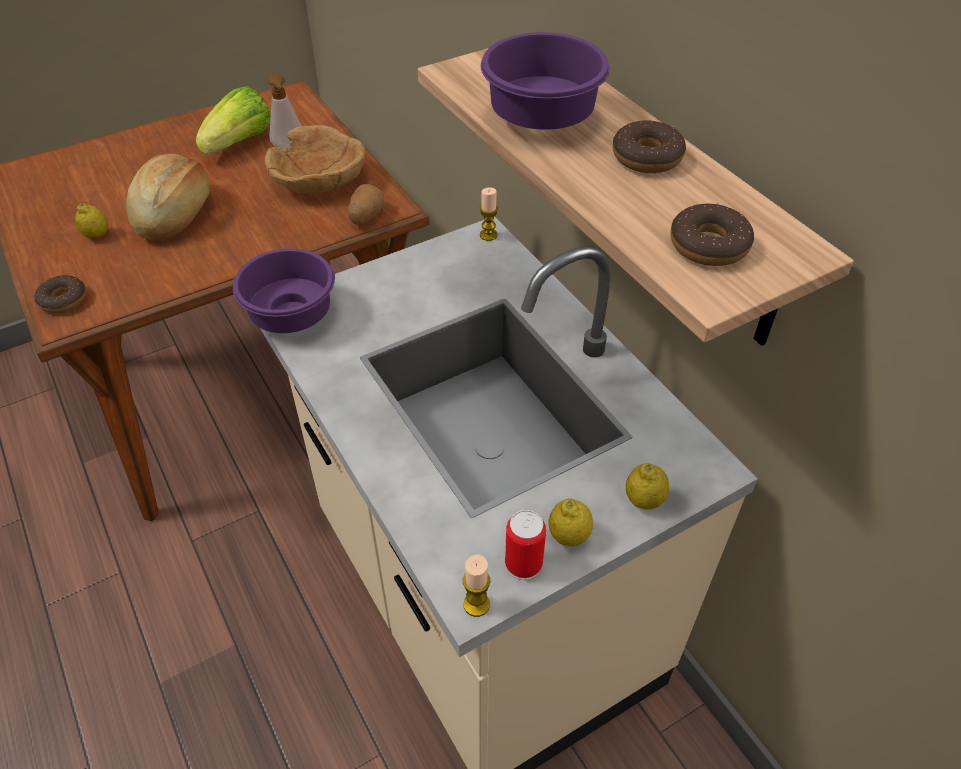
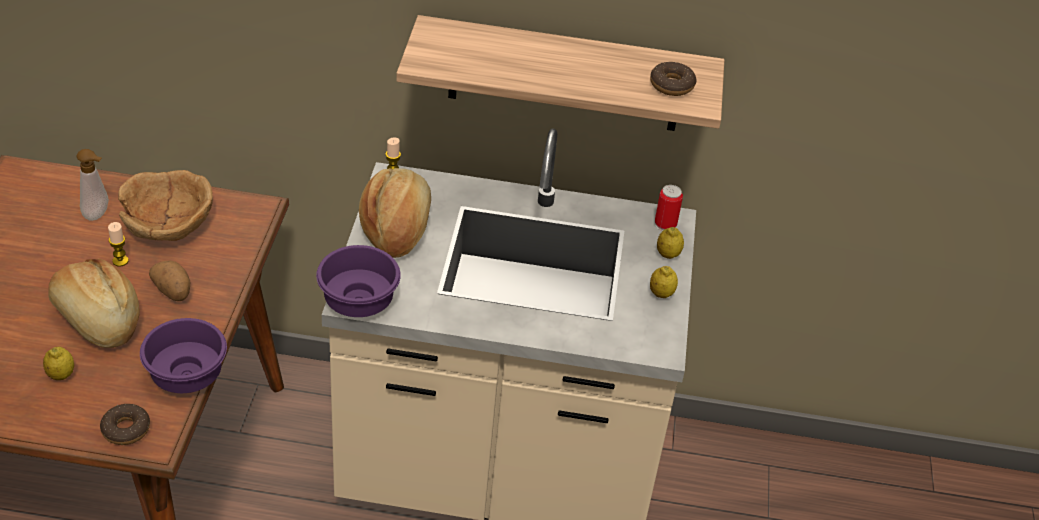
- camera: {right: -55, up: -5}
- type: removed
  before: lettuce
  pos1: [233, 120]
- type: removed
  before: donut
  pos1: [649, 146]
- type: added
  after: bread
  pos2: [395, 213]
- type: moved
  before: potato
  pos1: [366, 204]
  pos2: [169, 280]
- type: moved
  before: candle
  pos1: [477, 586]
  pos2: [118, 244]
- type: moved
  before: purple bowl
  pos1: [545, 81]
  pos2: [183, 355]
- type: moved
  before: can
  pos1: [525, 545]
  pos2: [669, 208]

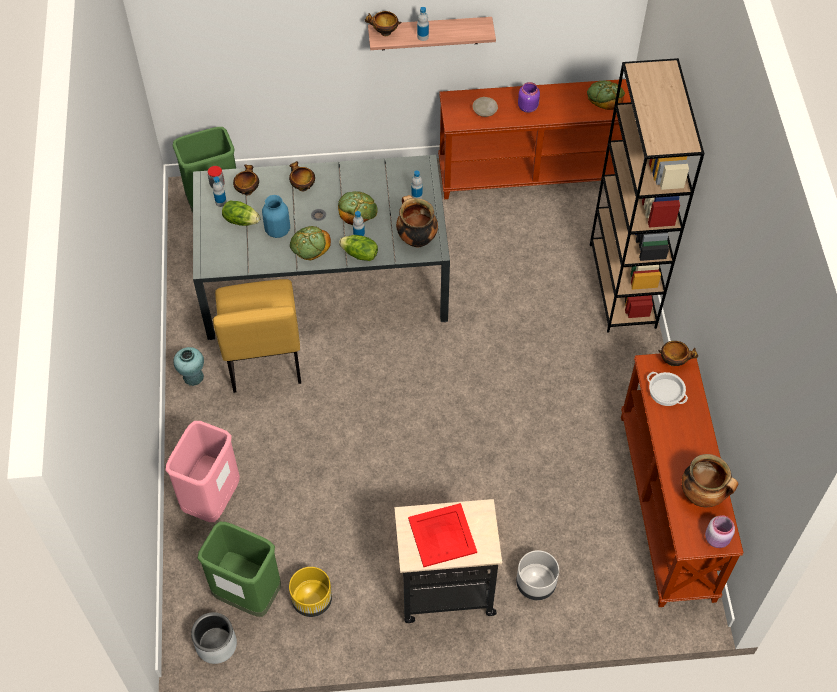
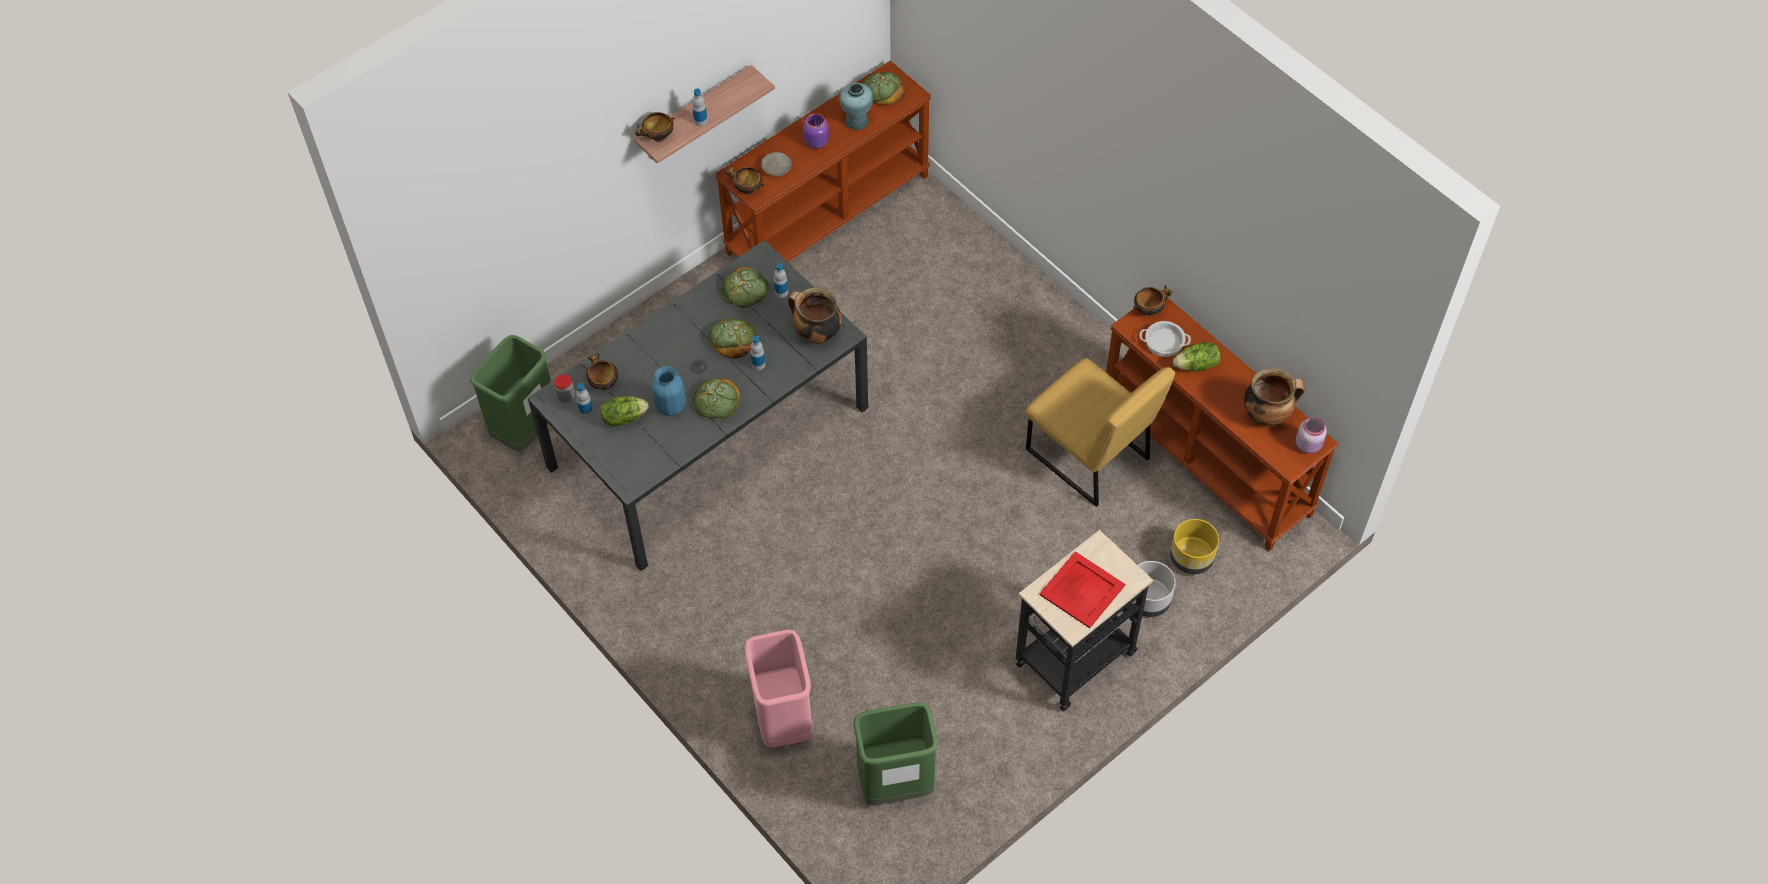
- camera: {right: -35, up: 0}
- type: removed
  before: grey planter
  pos1: [214, 638]
- type: removed
  before: beige bookcase
  pos1: [647, 195]
- type: added
  after: bread
  pos2: [745, 287]
- type: moved
  before: turquoise vase
  pos1: [188, 366]
  pos2: [856, 106]
- type: moved
  before: yellow chair
  pos1: [257, 336]
  pos2: [1100, 432]
- type: moved
  before: bowl
  pos1: [302, 176]
  pos2: [745, 180]
- type: moved
  before: yellow planter
  pos1: [310, 592]
  pos2: [1194, 546]
- type: moved
  before: lettuce
  pos1: [358, 248]
  pos2: [1197, 356]

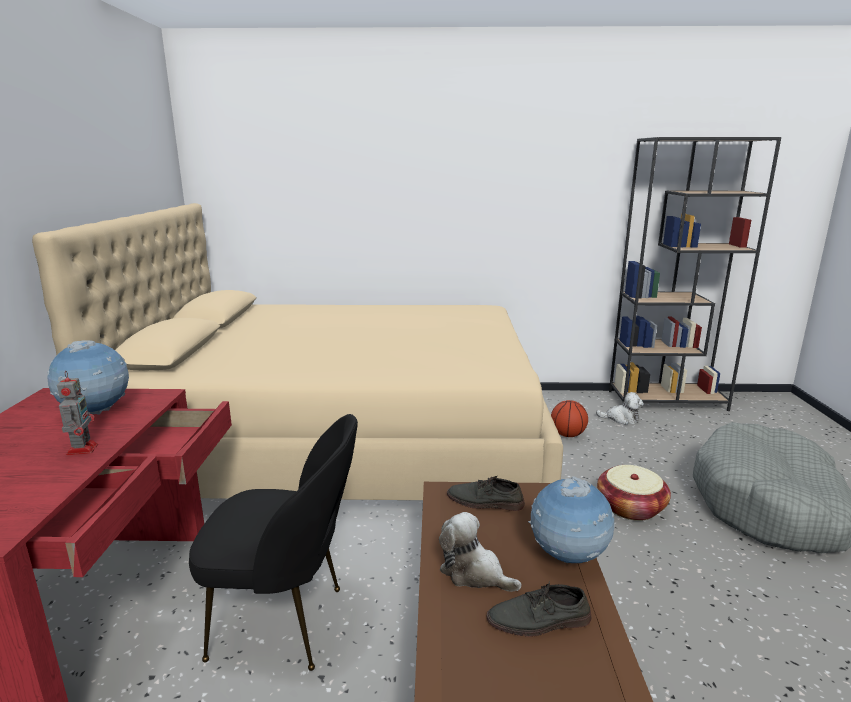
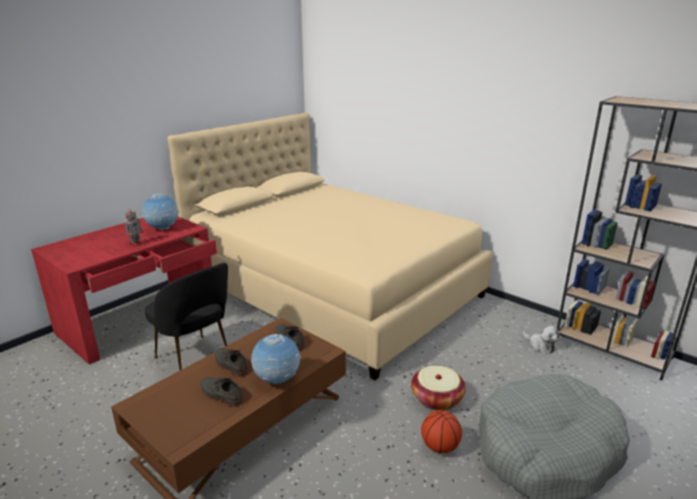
- camera: {right: 40, up: 5}
- type: moved
  before: basketball
  pos1: [569, 418]
  pos2: [441, 431]
- type: replaced
  before: plush toy
  after: grey shoe
  pos1: [480, 552]
  pos2: [231, 362]

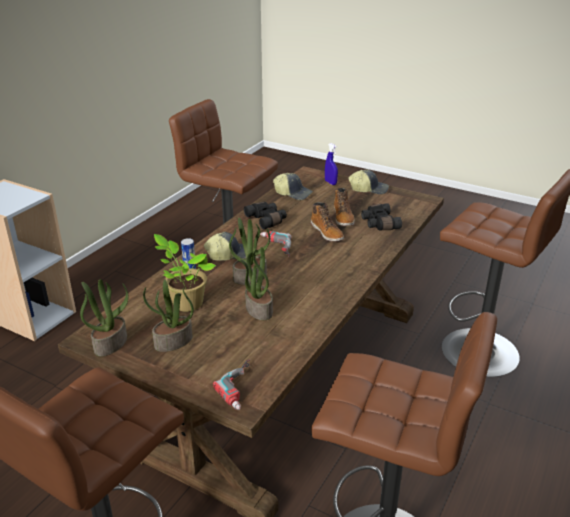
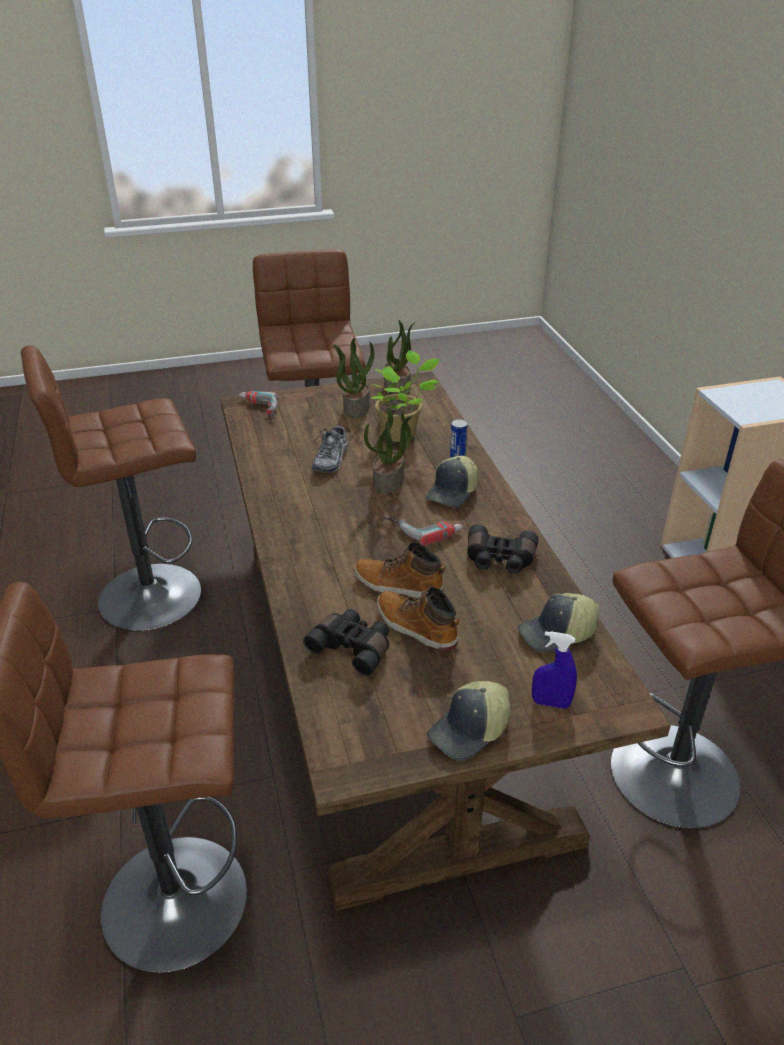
- camera: {right: 135, up: 5}
- type: replaced
  before: potted plant
  after: shoe
  pos1: [256, 283]
  pos2: [330, 449]

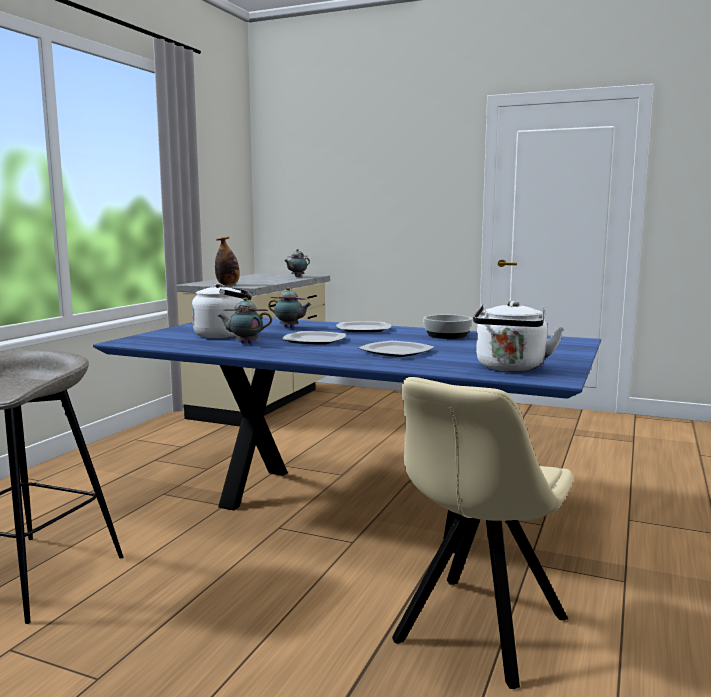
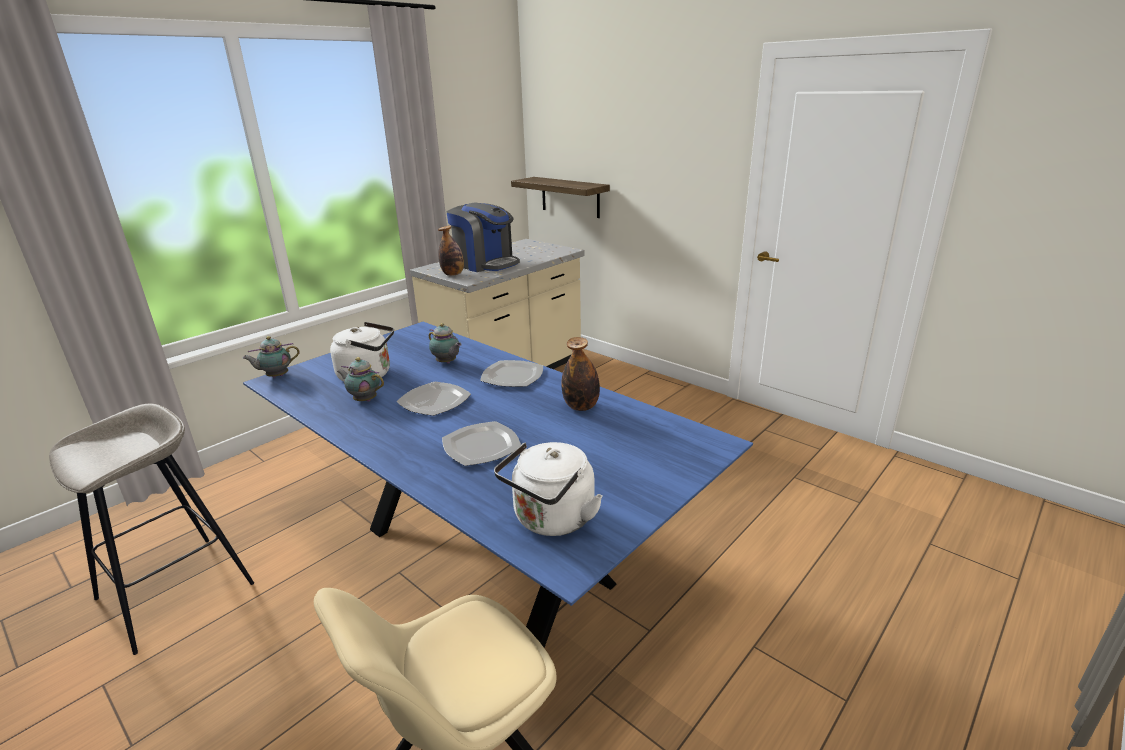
- camera: {right: 20, up: 15}
- type: added
  after: coffee machine
  pos2: [483, 237]
- type: added
  after: shelf
  pos2: [560, 197]
- type: moved
  before: teapot
  pos1: [297, 263]
  pos2: [270, 356]
- type: replaced
  before: bowl
  after: bottle
  pos1: [448, 327]
  pos2: [580, 374]

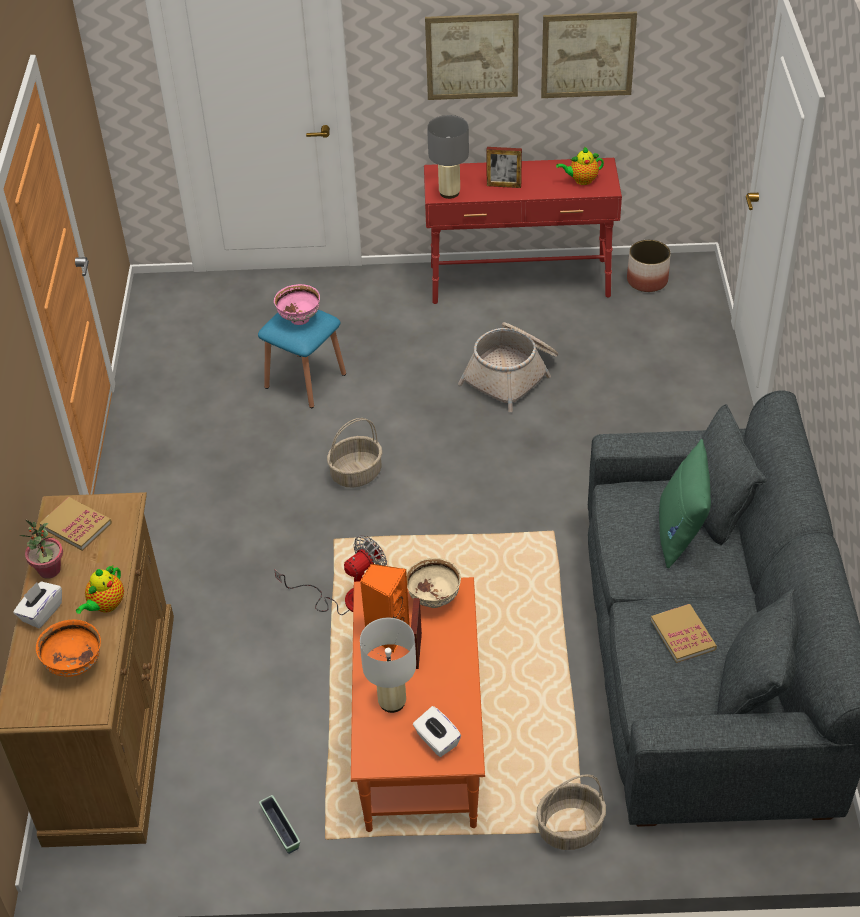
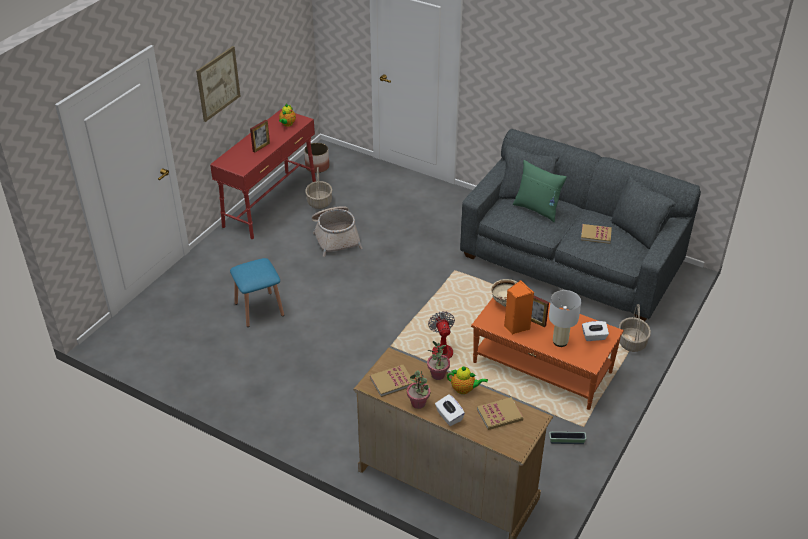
- camera: {right: -60, up: -5}
- type: removed
  before: pink bowl
  pos1: [297, 304]
- type: removed
  before: grey table lamp
  pos1: [448, 157]
- type: removed
  before: picture
  pos1: [589, 54]
- type: added
  after: potted plant
  pos2: [438, 360]
- type: moved
  before: basket
  pos1: [354, 453]
  pos2: [318, 188]
- type: replaced
  before: orange bowl
  after: book
  pos1: [68, 648]
  pos2: [500, 413]
- type: turned
  before: teapot
  pos1: [100, 589]
  pos2: [467, 380]
  turn: -45

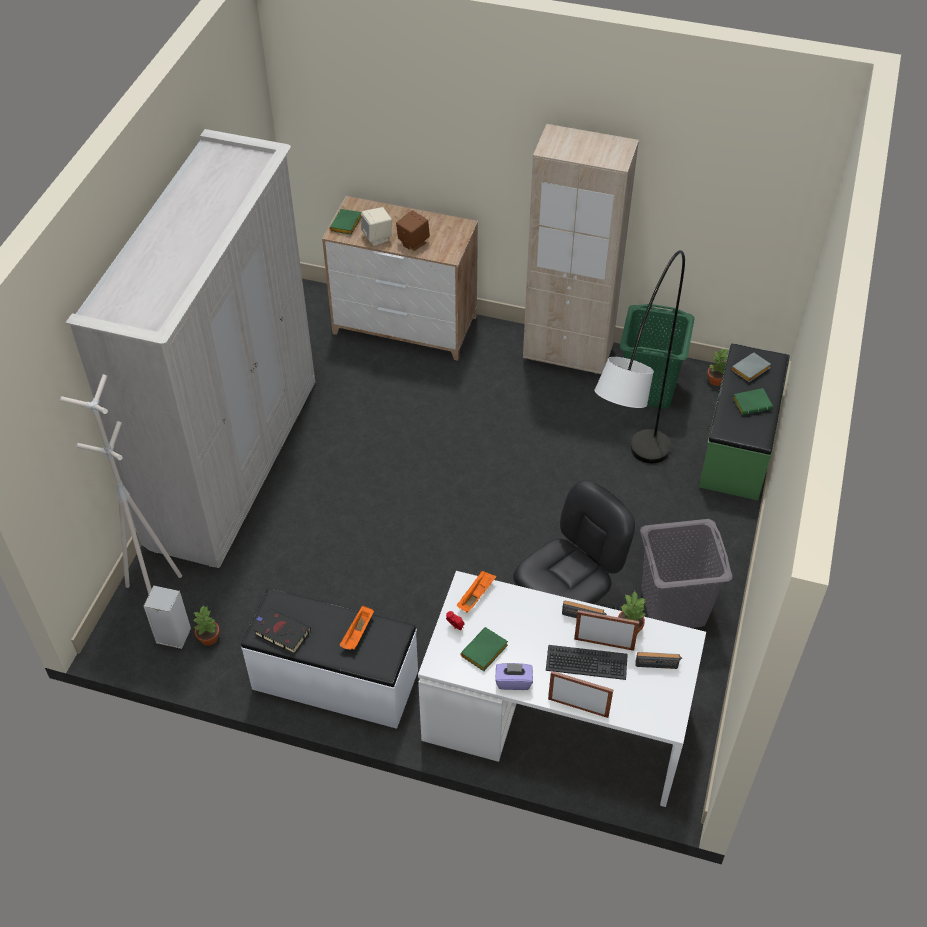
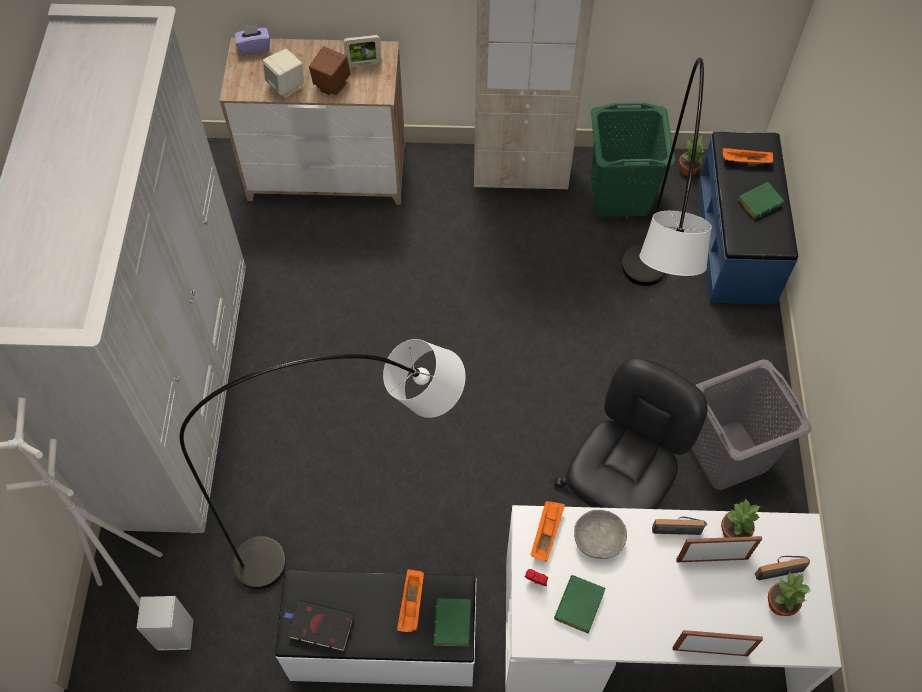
- camera: {right: -15, up: 10}
- type: removed
  before: keyboard
  pos1: [587, 662]
- type: added
  after: grey floor lamp
  pos2: [322, 464]
- type: added
  after: picture frame
  pos2: [362, 51]
- type: added
  after: grey bowl
  pos2: [600, 534]
- type: moved
  before: potted plant
  pos1: [206, 625]
  pos2: [789, 594]
- type: moved
  before: green book
  pos1: [345, 222]
  pos2: [452, 622]
- type: moved
  before: purple tissue box
  pos1: [514, 676]
  pos2: [252, 39]
- type: replaced
  before: grey book
  after: orange tray
  pos1: [751, 367]
  pos2: [748, 156]
- type: recoloured
  before: green bench
  after: blue bench
  pos1: [744, 421]
  pos2: [747, 218]

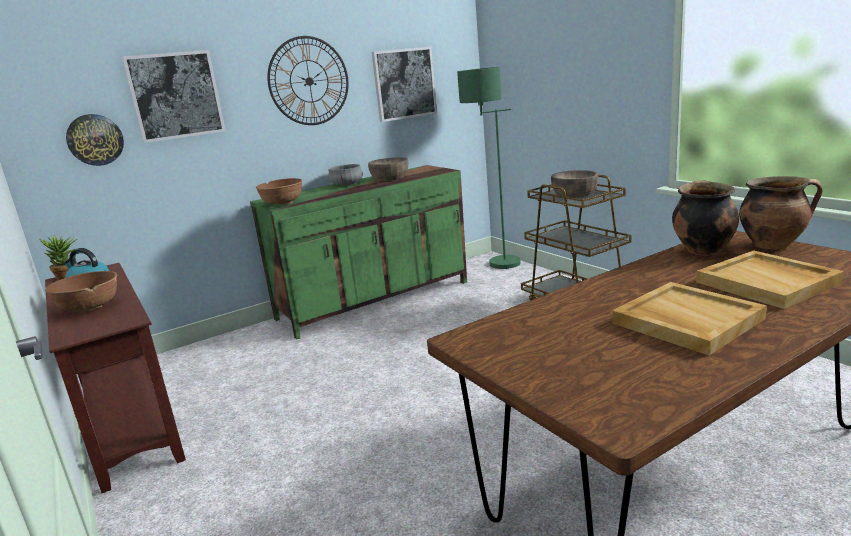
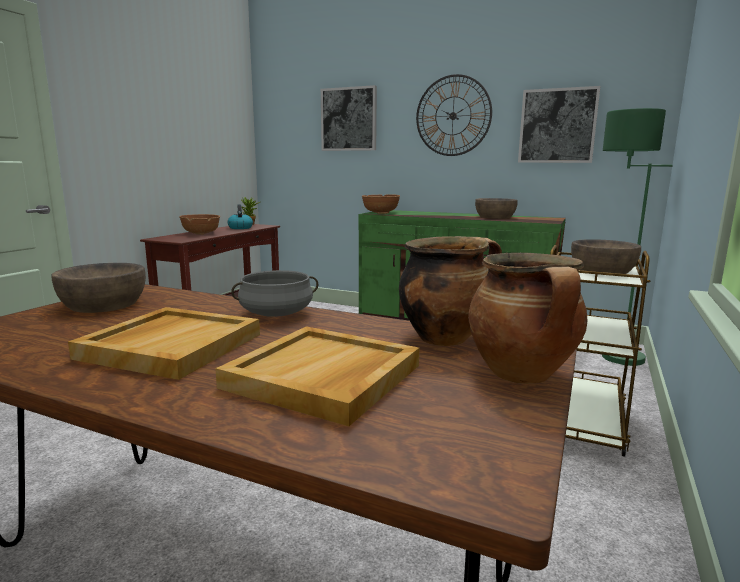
- camera: {right: 55, up: -5}
- type: removed
  before: wall clock
  pos1: [95, 140]
- type: added
  after: brown bowl
  pos2: [98, 288]
- type: moved
  before: grey cooking pot
  pos1: [345, 175]
  pos2: [274, 293]

